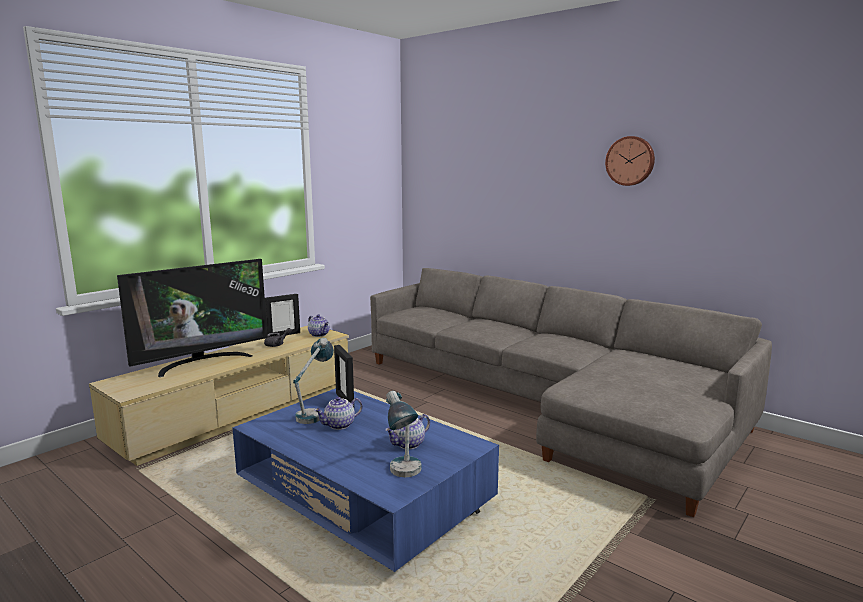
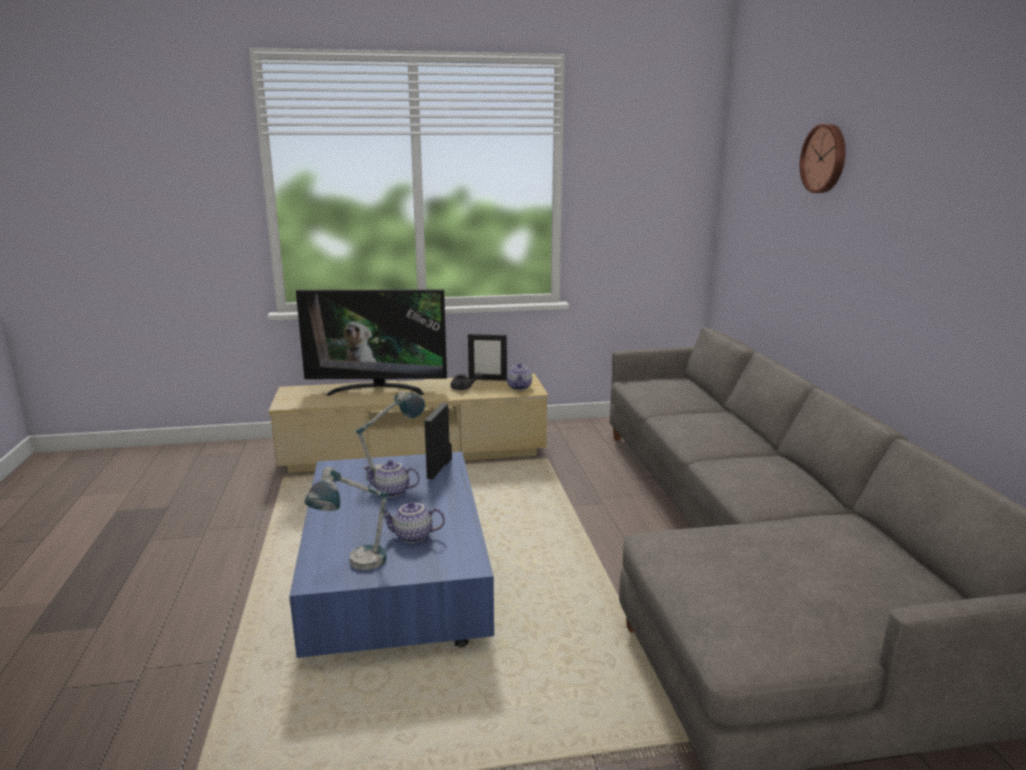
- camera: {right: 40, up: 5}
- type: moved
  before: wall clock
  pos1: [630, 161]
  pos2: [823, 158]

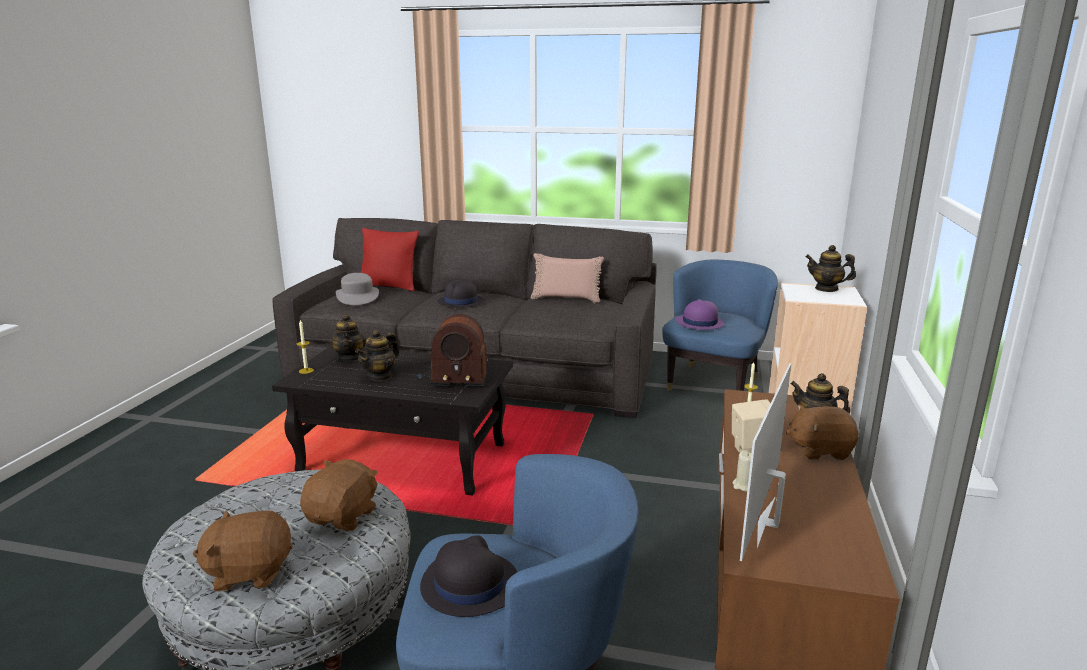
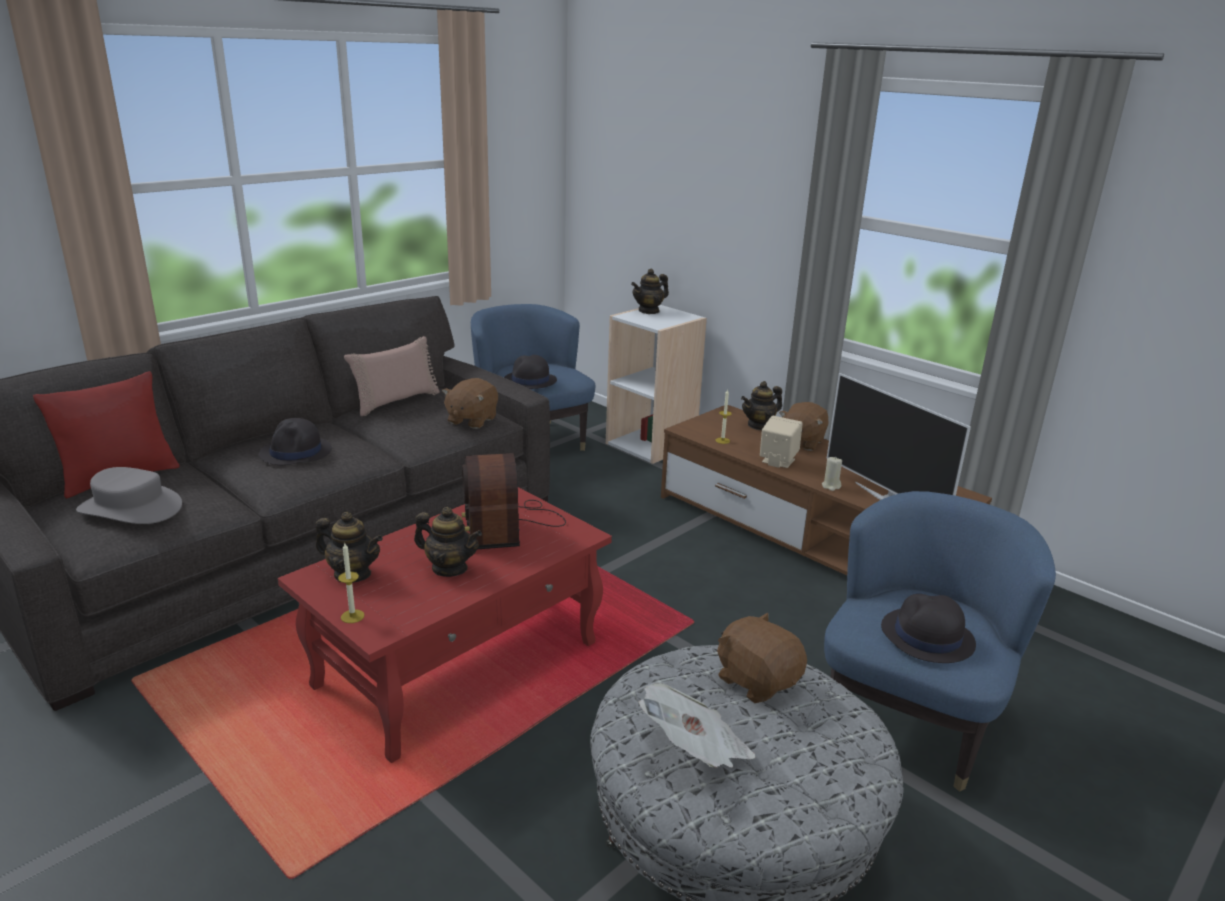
- camera: {right: -60, up: 5}
- type: added
  after: newspaper
  pos2: [696, 725]
- type: moved
  before: brown plush toy
  pos1: [243, 551]
  pos2: [470, 403]
- type: recoloured
  before: black coffee table
  after: red coffee table
  pos1: [392, 421]
  pos2: [445, 625]
- type: recoloured
  before: purple hat
  after: black hat
  pos1: [700, 314]
  pos2: [530, 372]
- type: turned
  before: teapot
  pos1: [377, 355]
  pos2: [448, 542]
  turn: -45
- type: turned
  before: radio
  pos1: [452, 350]
  pos2: [514, 501]
  turn: 135

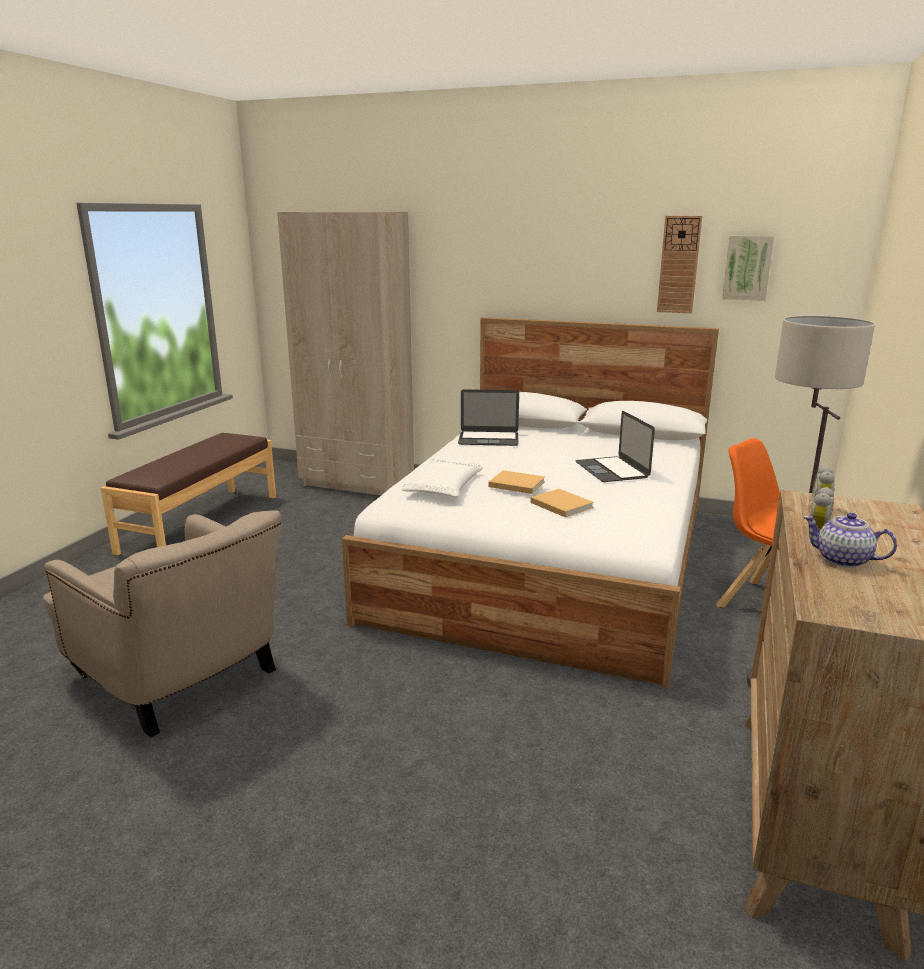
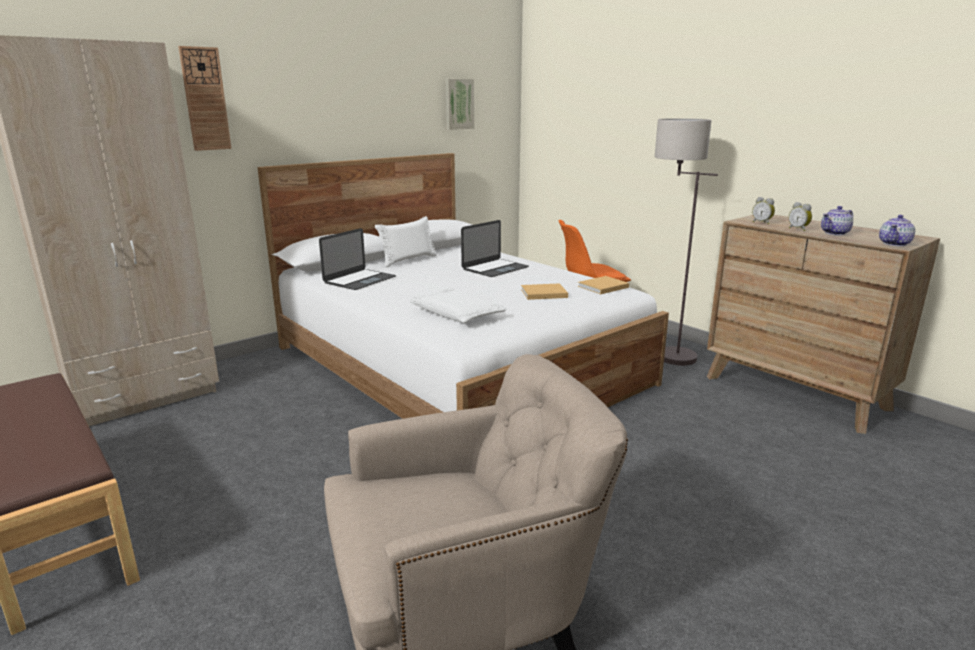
- camera: {right: -60, up: 0}
- type: added
  after: white pillow
  pos2: [406, 242]
- type: added
  after: teapot
  pos2: [897, 230]
- type: moved
  before: beige book
  pos1: [517, 482]
  pos2: [603, 285]
- type: moved
  before: wall clock
  pos1: [679, 264]
  pos2: [205, 98]
- type: turned
  before: laptop
  pos1: [615, 446]
  pos2: [495, 248]
  turn: -60

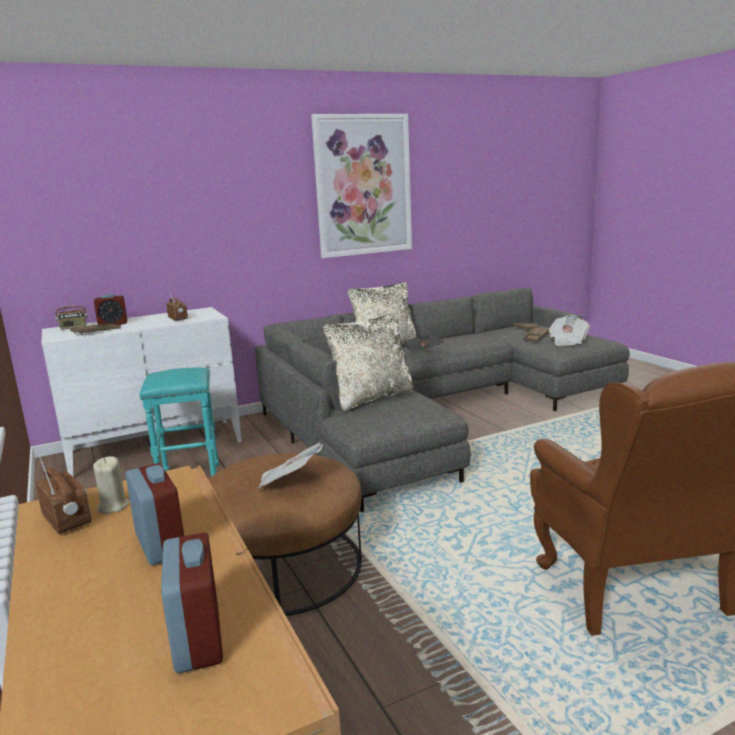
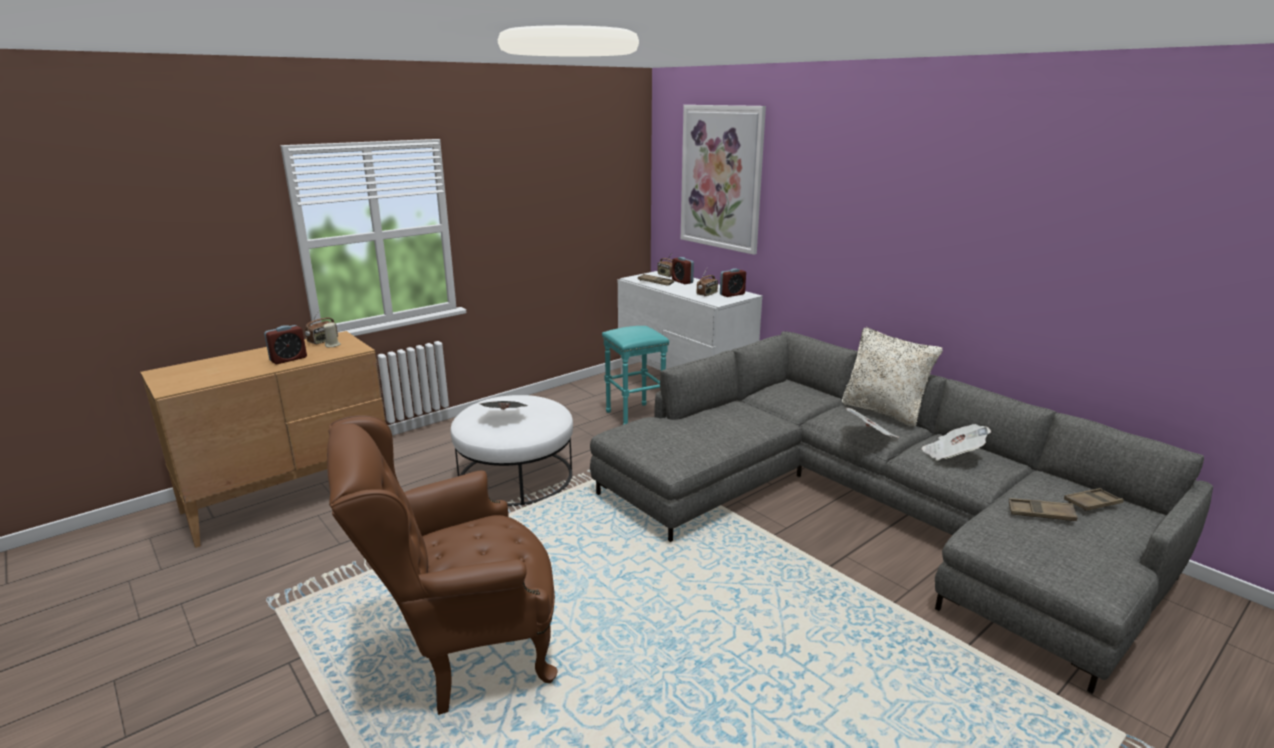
- camera: {right: 75, up: 5}
- type: removed
  before: beige pillow
  pos1: [368, 361]
- type: moved
  before: alarm clock
  pos1: [192, 603]
  pos2: [733, 282]
- type: moved
  before: picture
  pos1: [361, 186]
  pos2: [723, 180]
- type: moved
  before: newspaper
  pos1: [569, 331]
  pos2: [956, 442]
- type: recoloured
  before: brown ottoman
  after: white ottoman
  pos1: [285, 534]
  pos2: [511, 450]

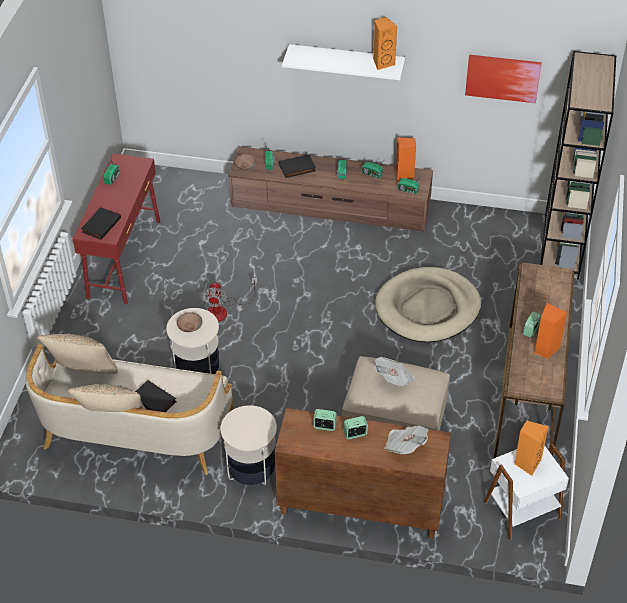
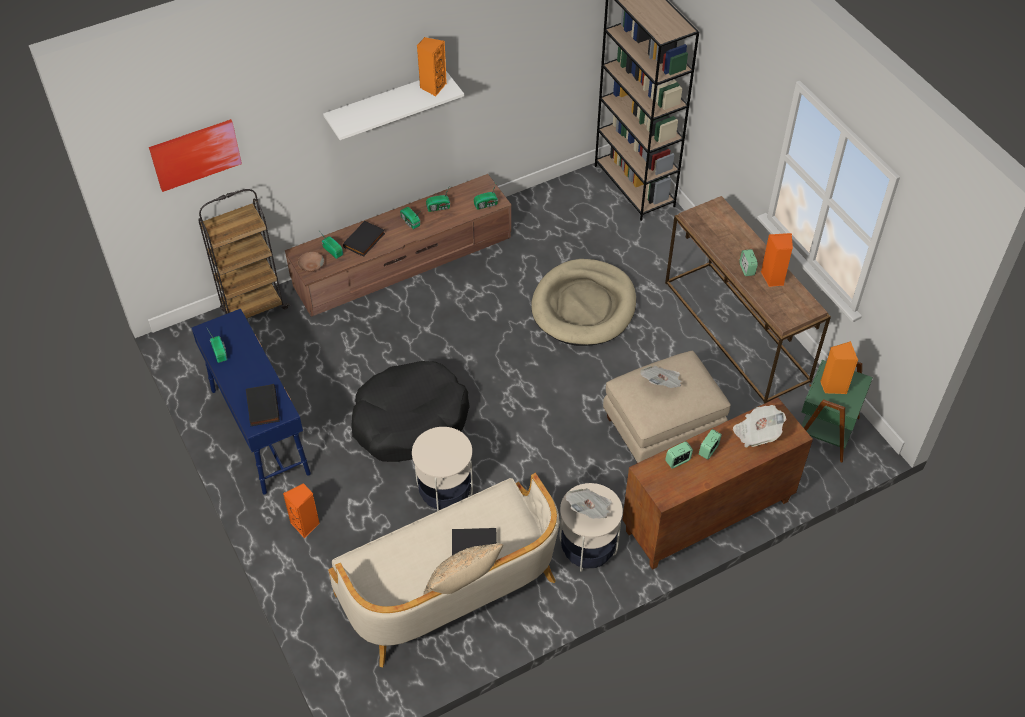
- camera: {right: -40, up: 5}
- type: removed
  before: beige pillow
  pos1: [77, 354]
- type: removed
  before: brown bowl
  pos1: [189, 322]
- type: added
  after: brown cart
  pos2: [244, 254]
- type: added
  after: newspaper
  pos2: [588, 503]
- type: moved
  before: orange speaker
  pos1: [406, 160]
  pos2: [301, 510]
- type: moved
  before: picture
  pos1: [503, 79]
  pos2: [195, 155]
- type: replaced
  before: fan
  after: black dog bed
  pos1: [229, 300]
  pos2: [410, 411]
- type: recoloured
  before: red console table
  after: blue console table
  pos1: [116, 229]
  pos2: [251, 402]
- type: recoloured
  before: white side table
  after: green side table
  pos1: [526, 492]
  pos2: [837, 411]

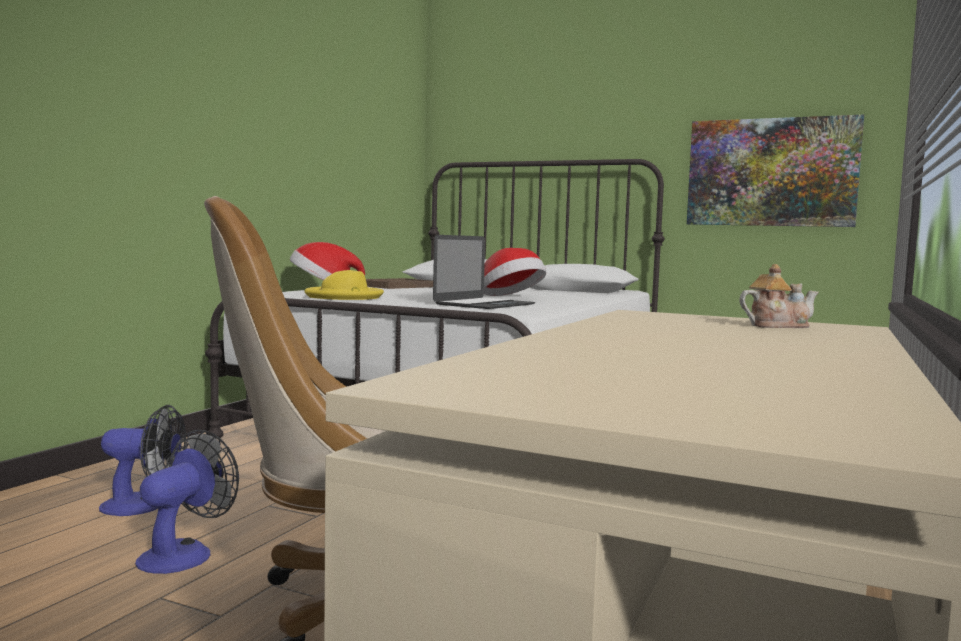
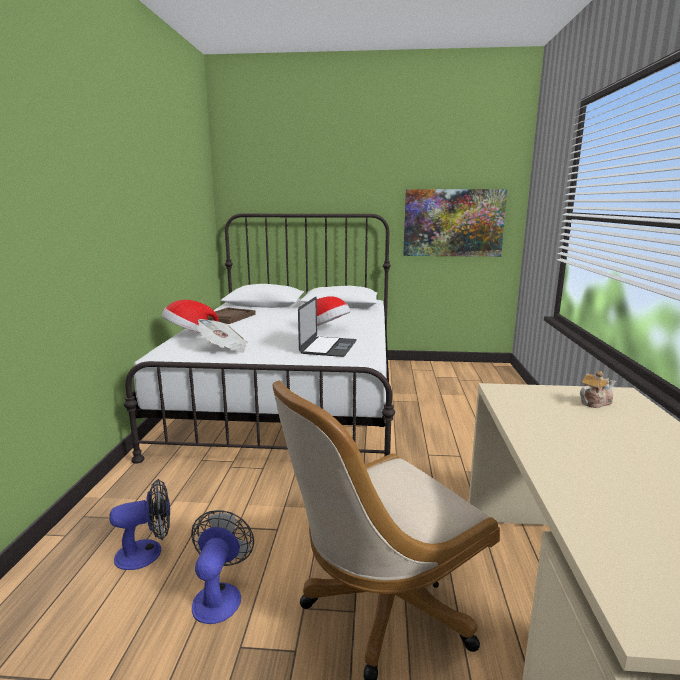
- camera: {right: -20, up: 10}
- type: replaced
  before: yellow hat
  after: newspaper
  pos1: [344, 285]
  pos2: [222, 336]

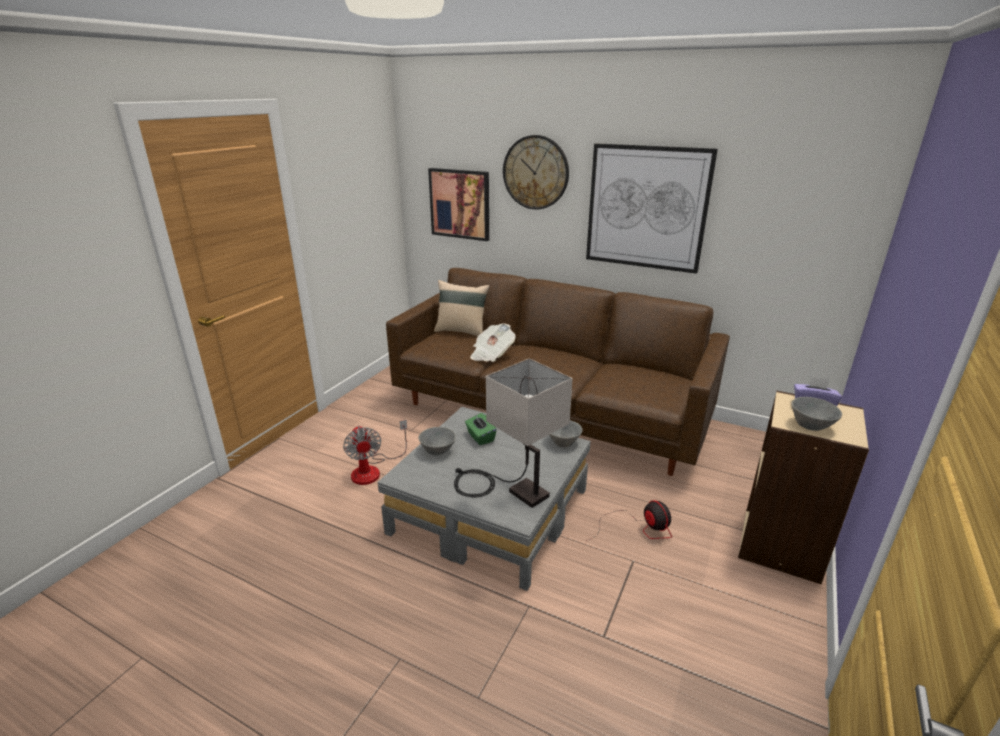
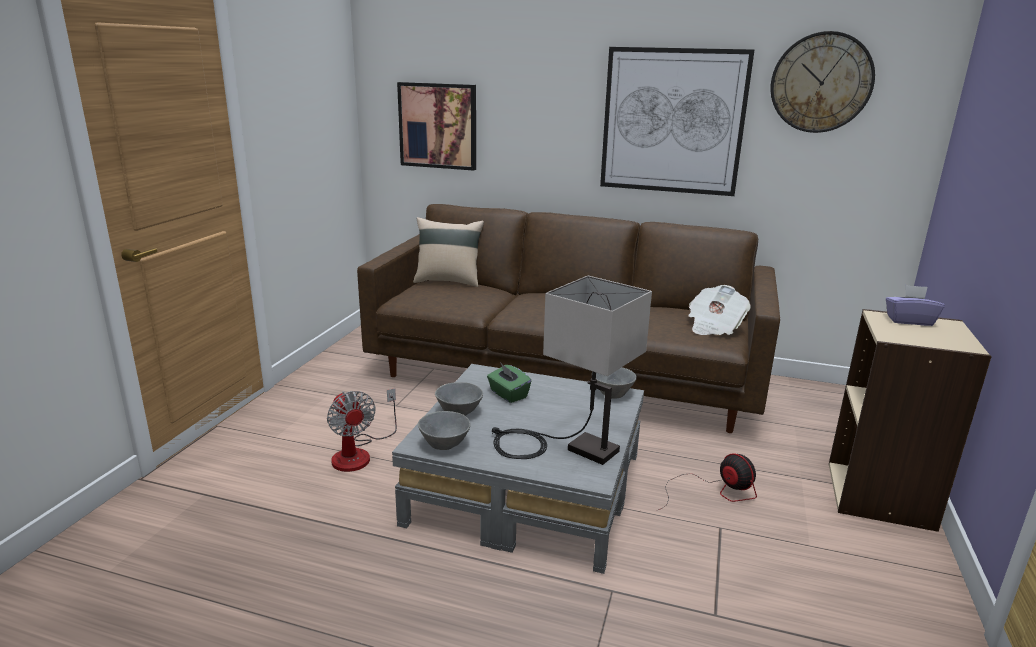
- camera: {right: -10, up: -5}
- type: moved
  before: newspaper
  pos1: [493, 342]
  pos2: [719, 310]
- type: moved
  before: wall clock
  pos1: [536, 172]
  pos2: [822, 82]
- type: moved
  before: grey bowl
  pos1: [816, 414]
  pos2: [444, 430]

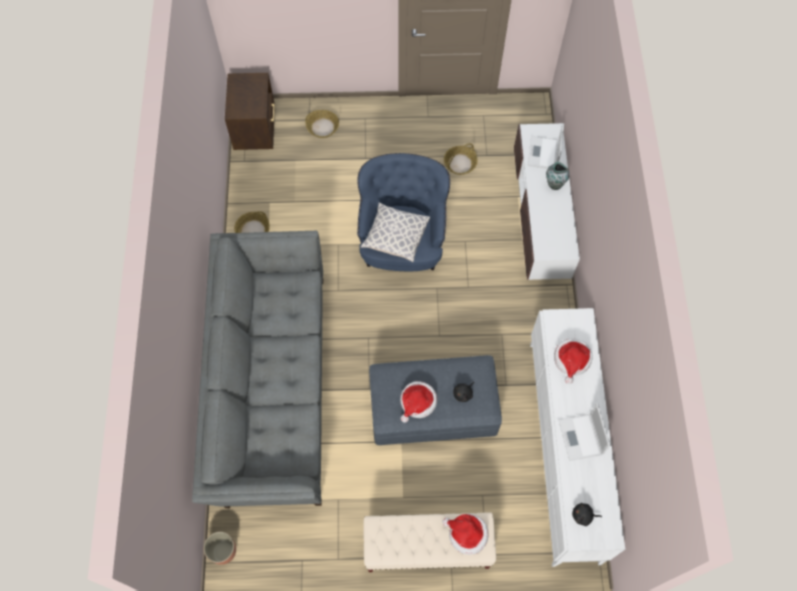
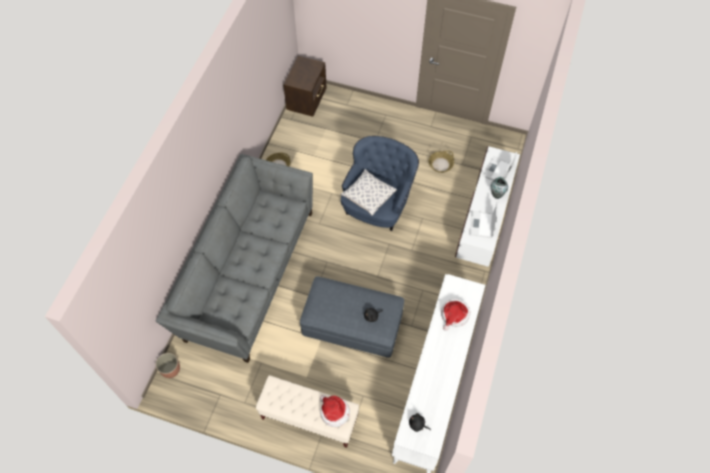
- camera: {right: 20, up: -5}
- type: removed
  before: basket
  pos1: [322, 124]
- type: removed
  before: hat
  pos1: [418, 402]
- type: moved
  before: laptop
  pos1: [584, 432]
  pos2: [483, 220]

